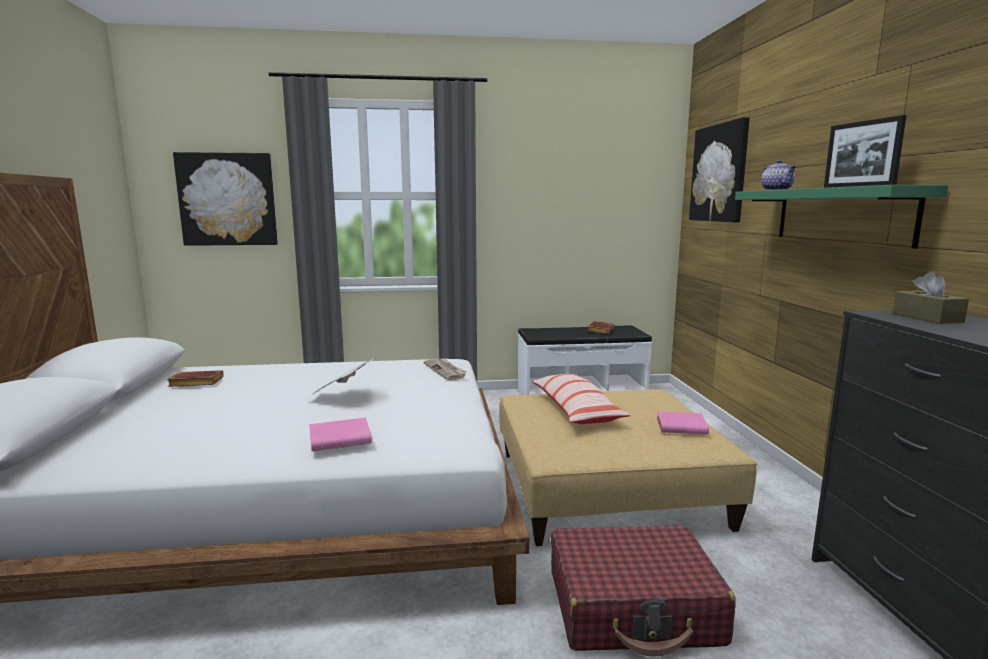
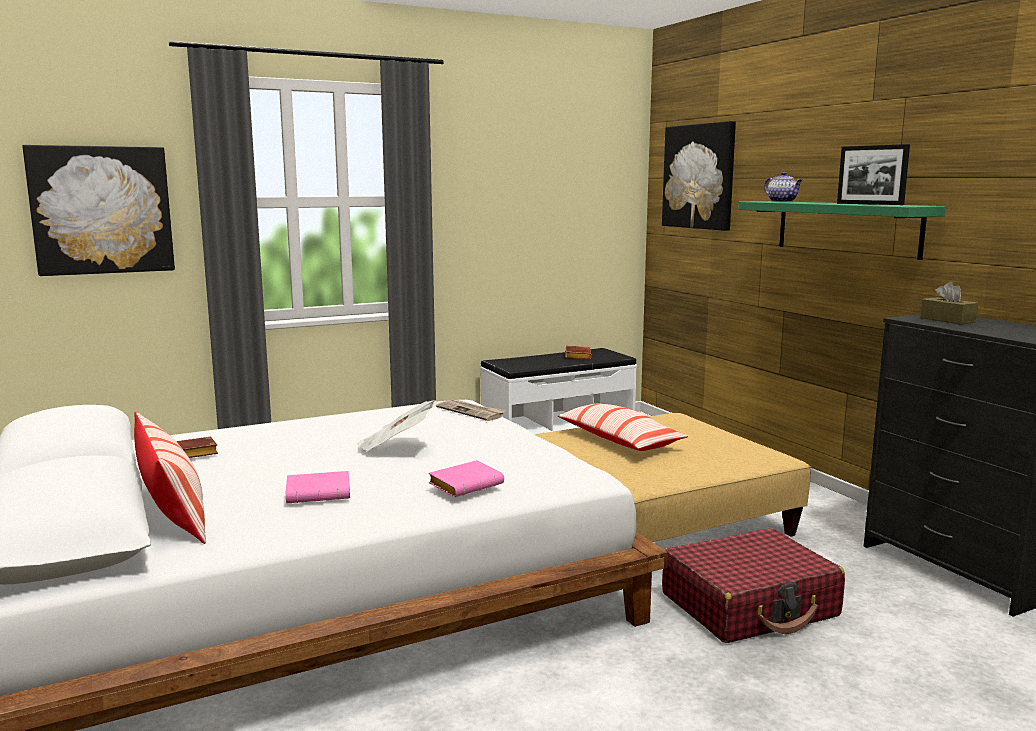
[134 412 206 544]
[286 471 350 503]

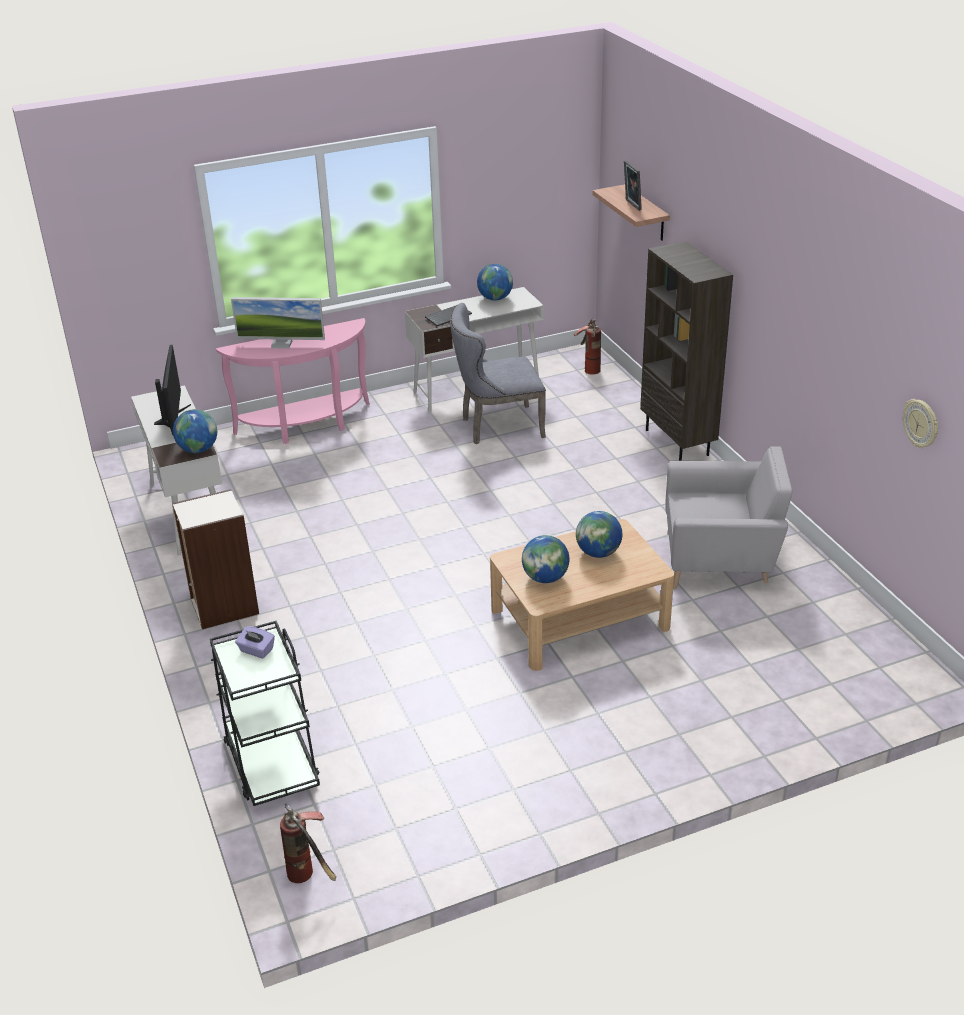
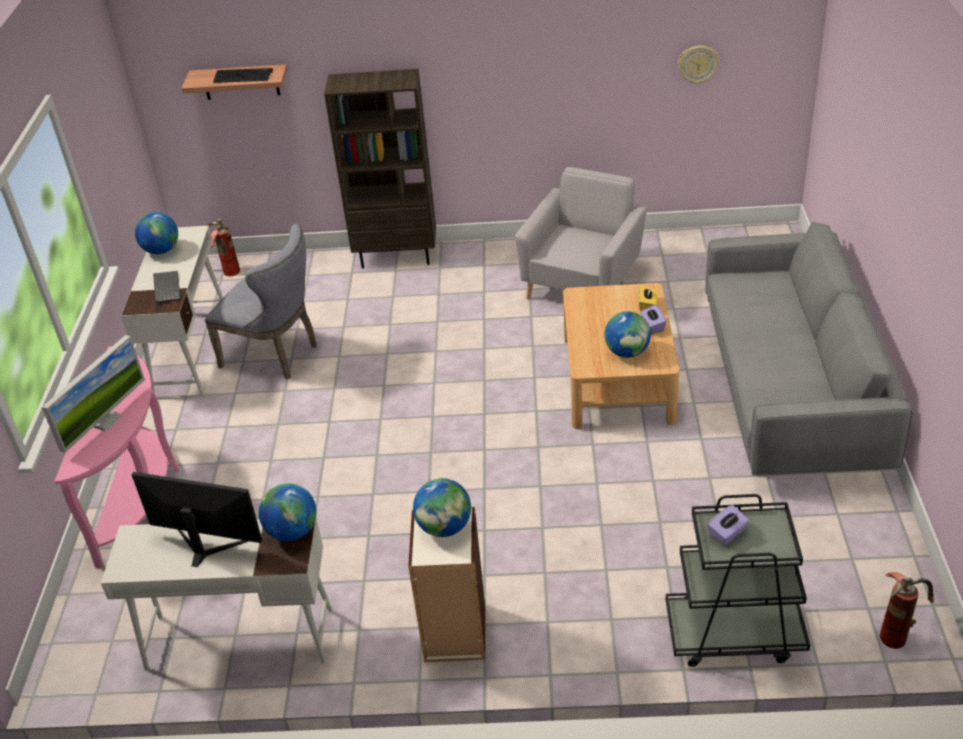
[638 286 657 311]
[640 305 666 334]
[706 222 913 476]
[413 478 471 537]
[213 68 273 83]
[205 224 317 379]

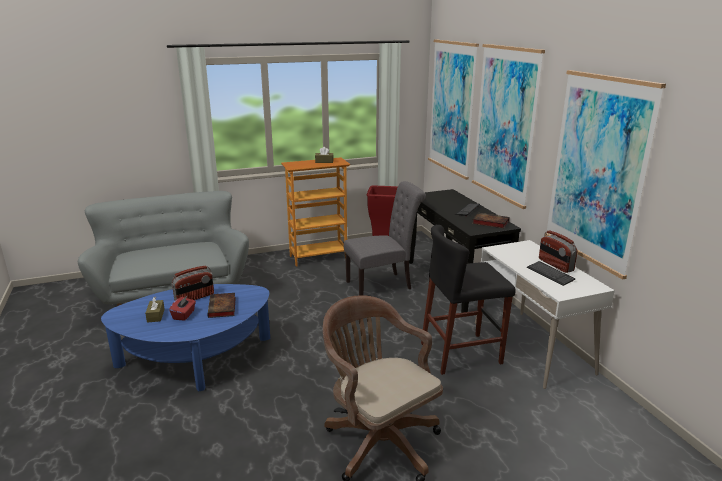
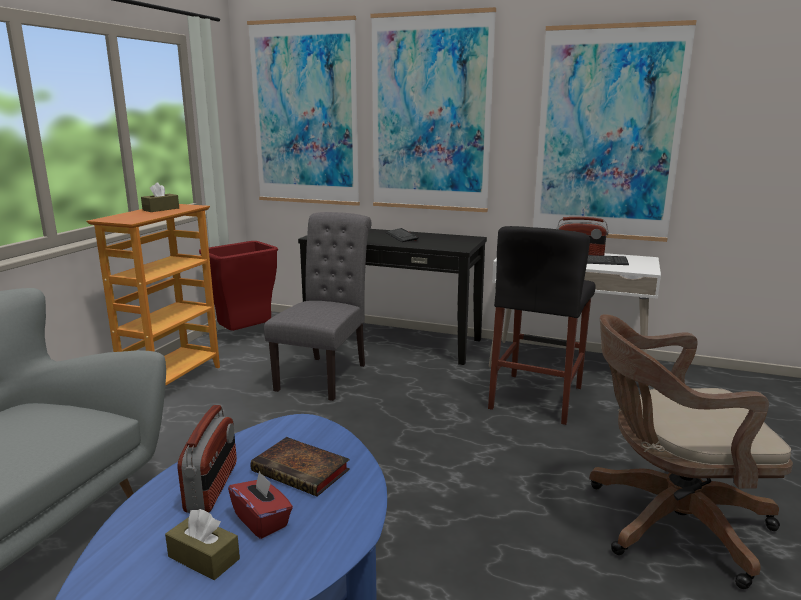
[472 213 509 228] (first image)

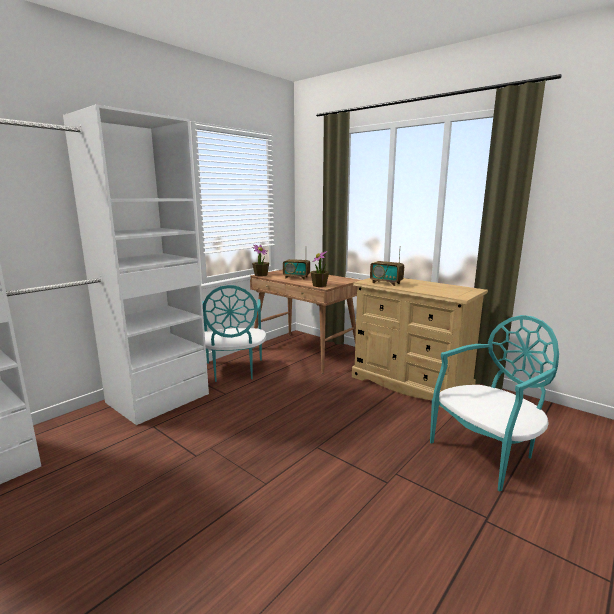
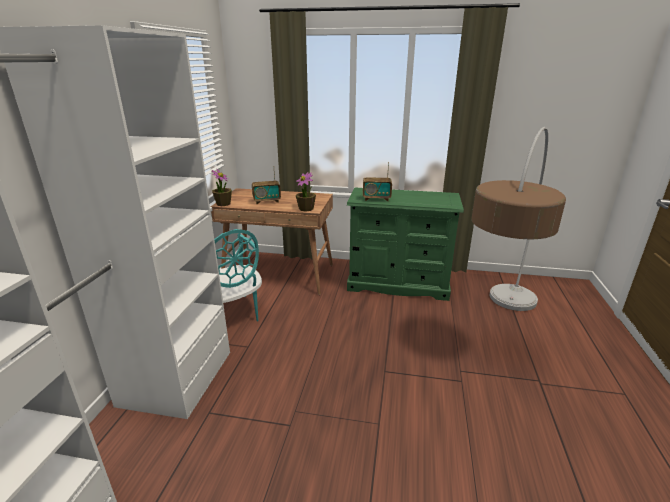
[471 127 566 311]
[347 188 464 301]

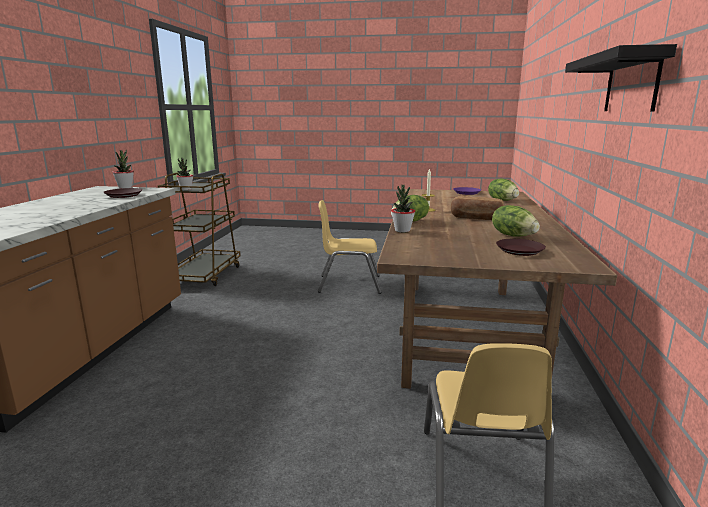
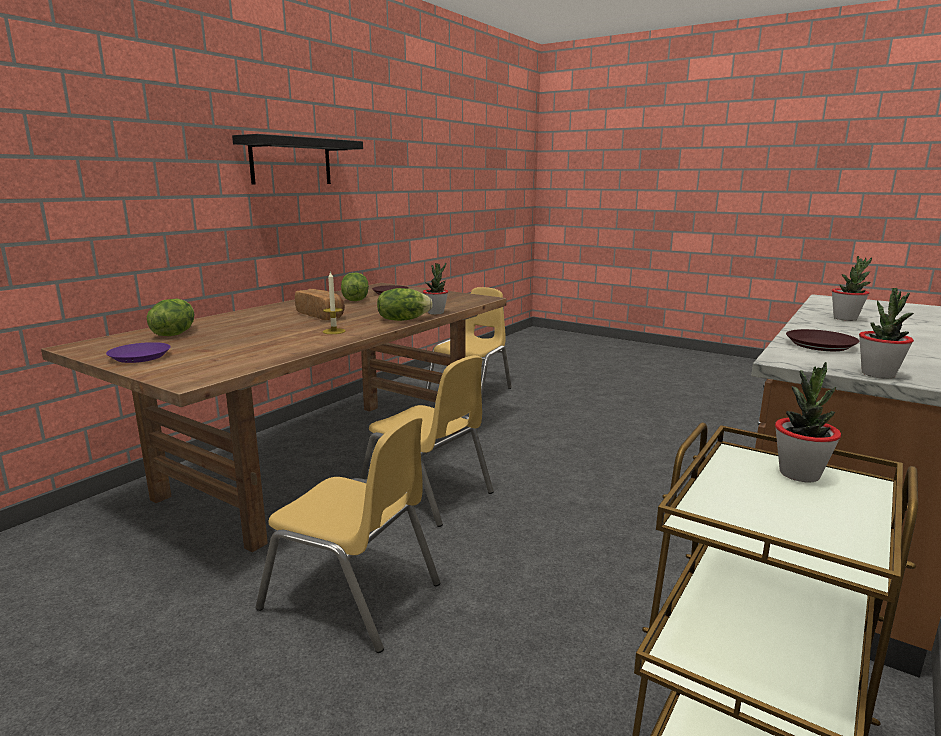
[360 355 494 527]
[831 256 872 321]

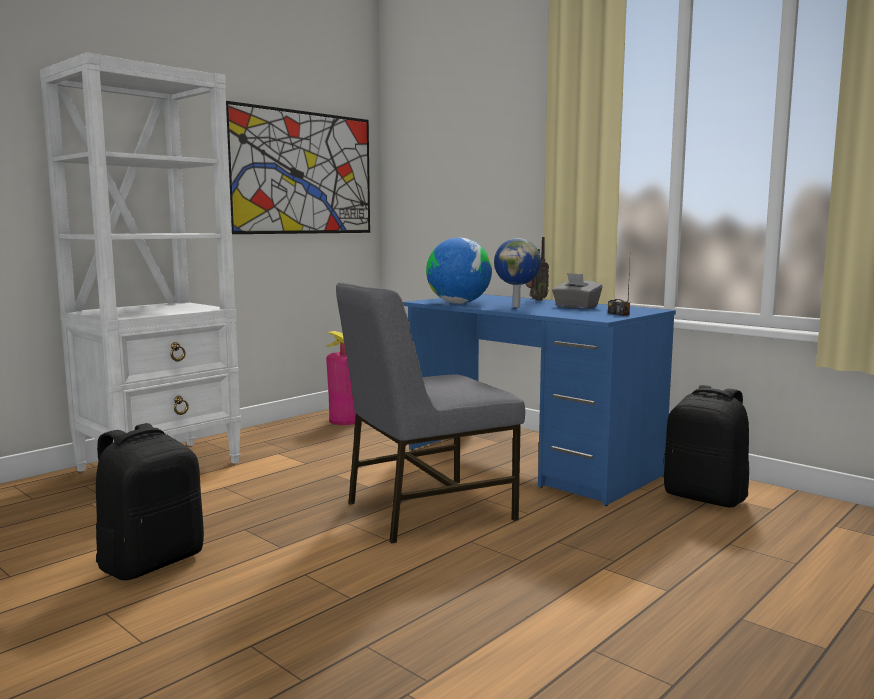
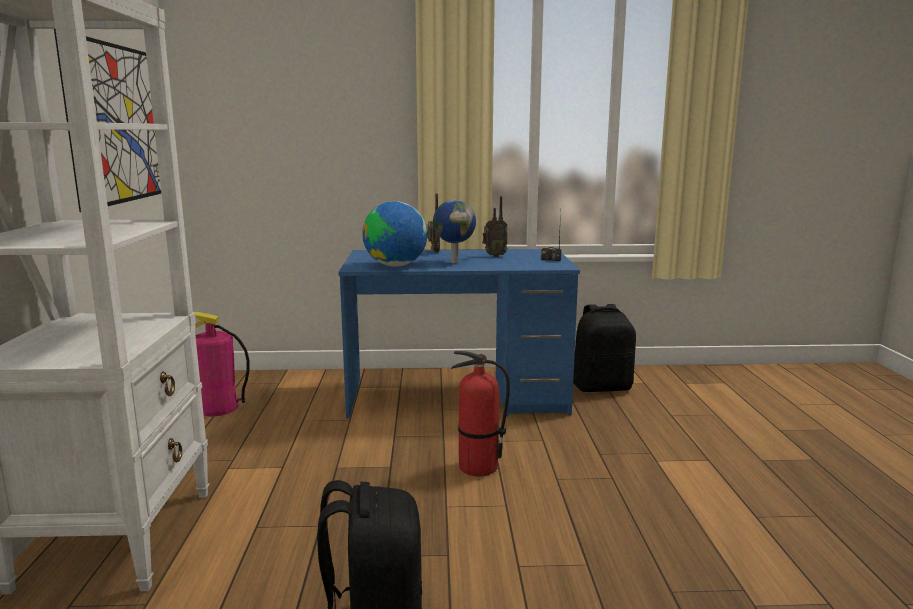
[451 351 510 476]
[483 196 508 257]

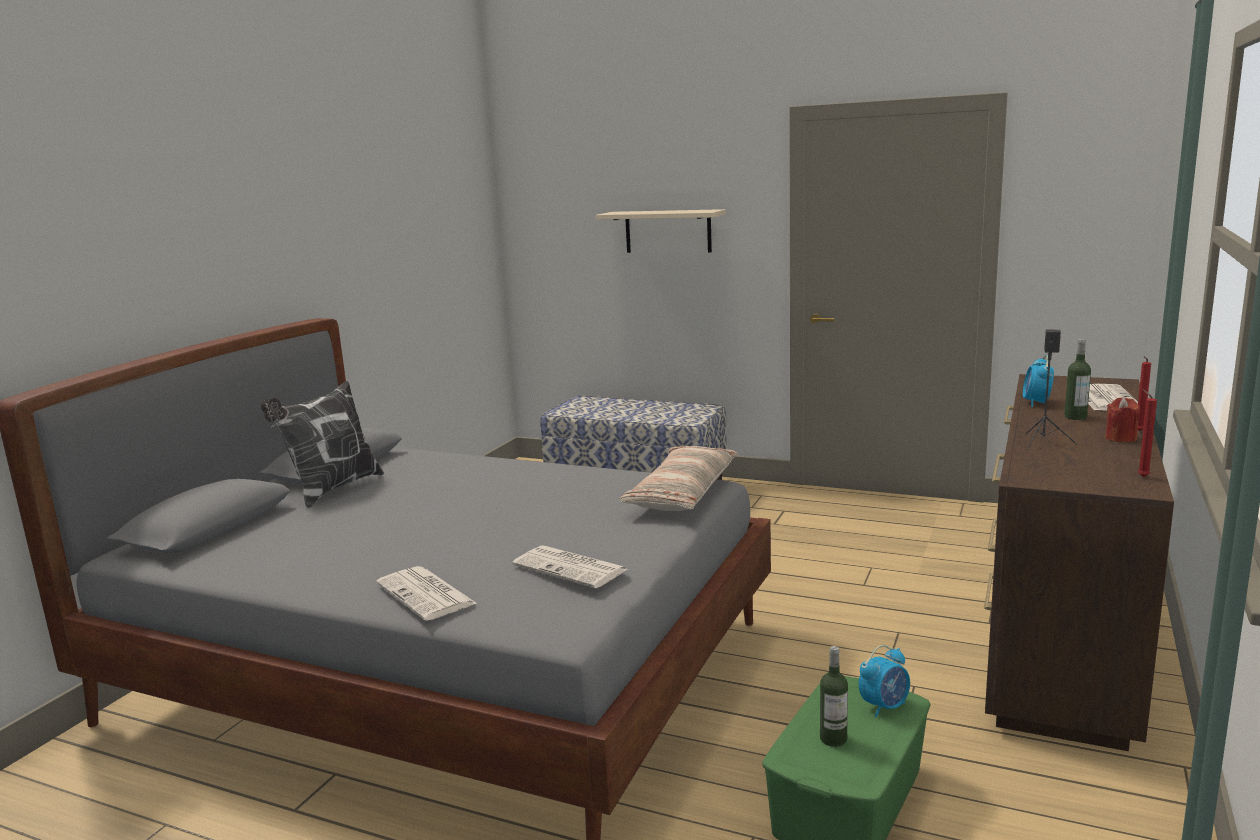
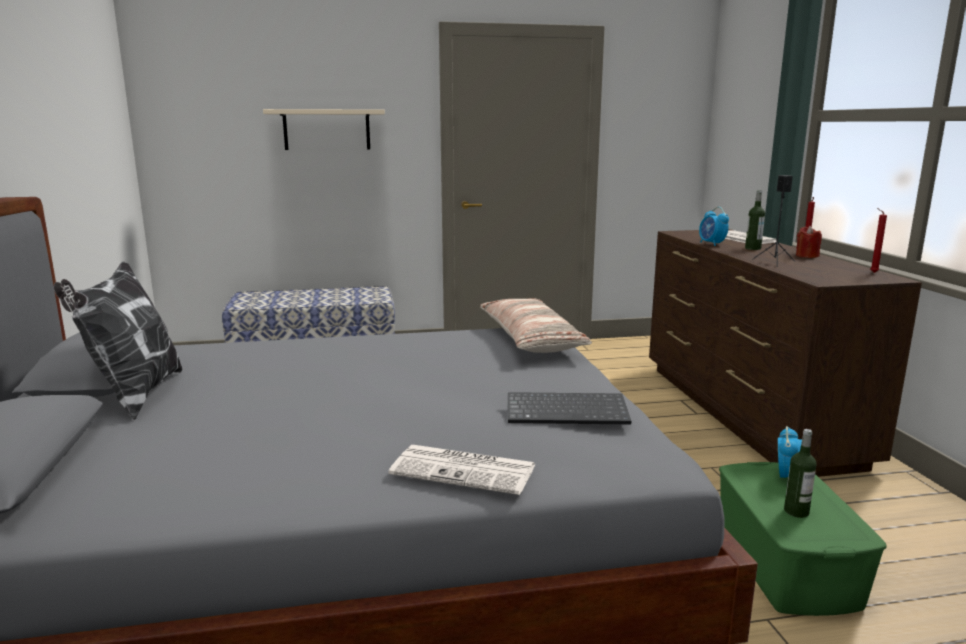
[508 392 631 424]

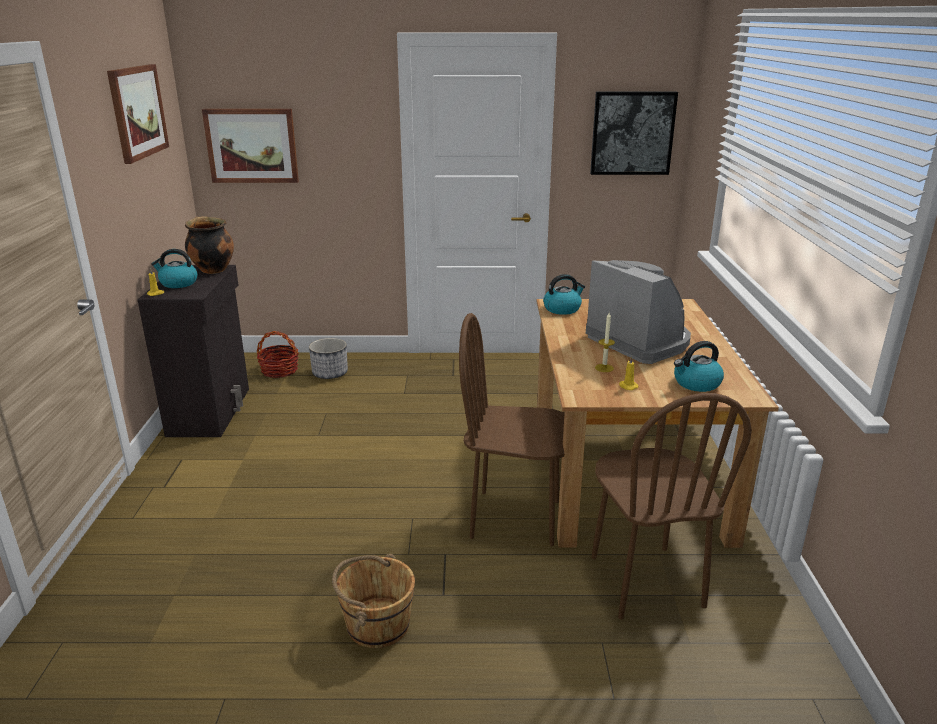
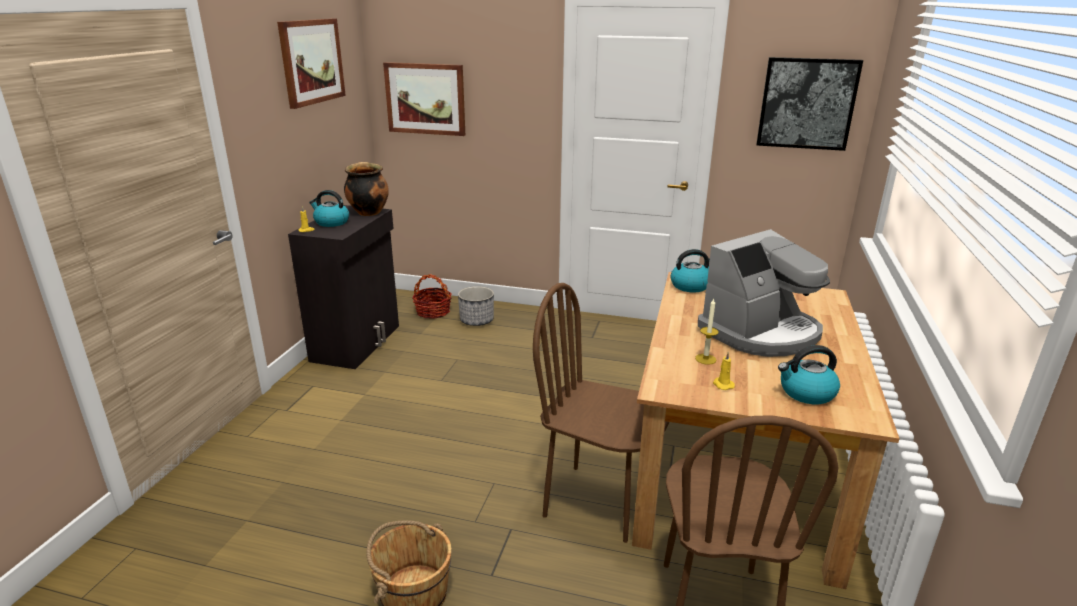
[698 229 830 357]

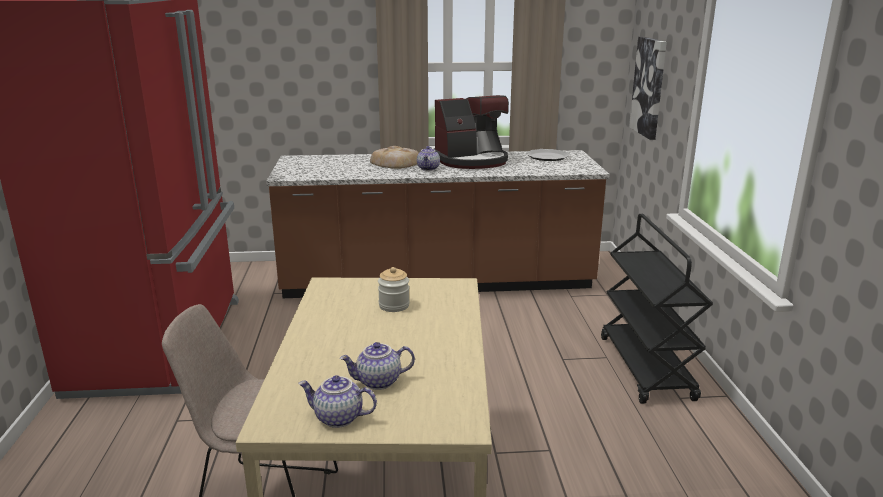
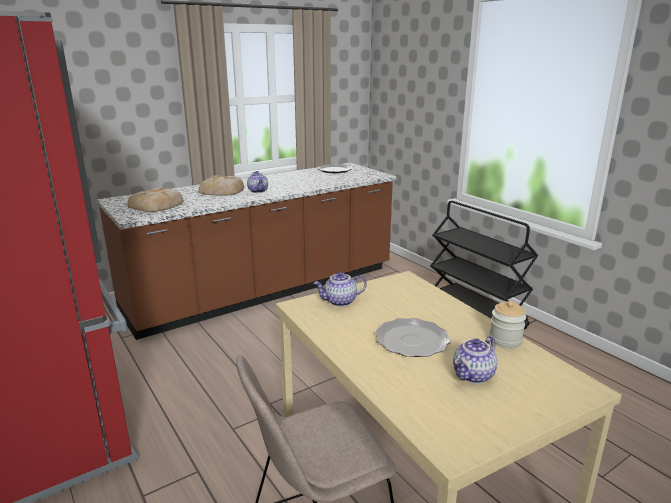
[434 95 509 169] (first image)
[629 37 667 140] (first image)
[127 188 184 212]
[375 318 451 357]
[314 272 367 307]
[489 301 526 348]

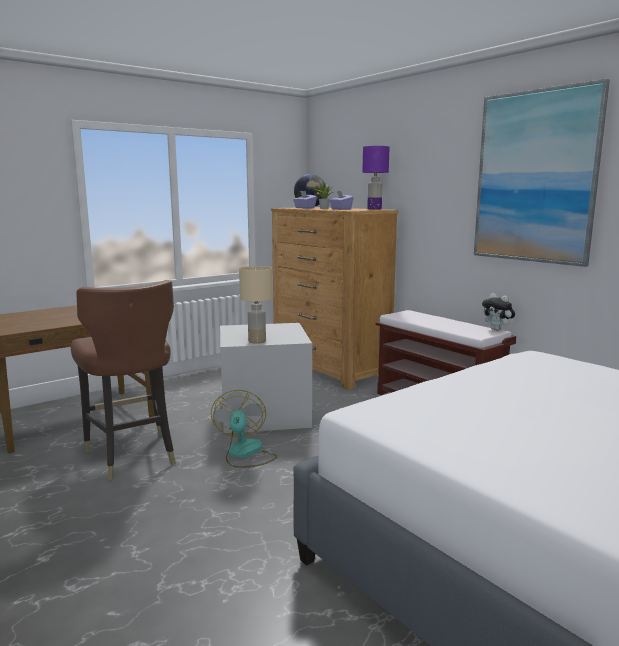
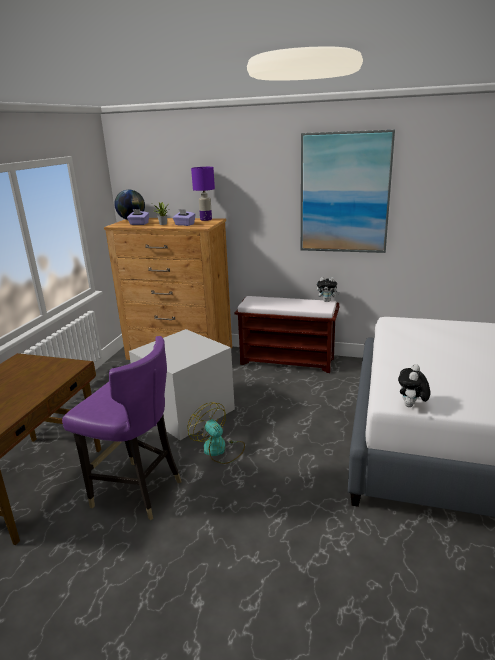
[239 266 272 344] (first image)
[398 364 430 407]
[62 336 181 520]

